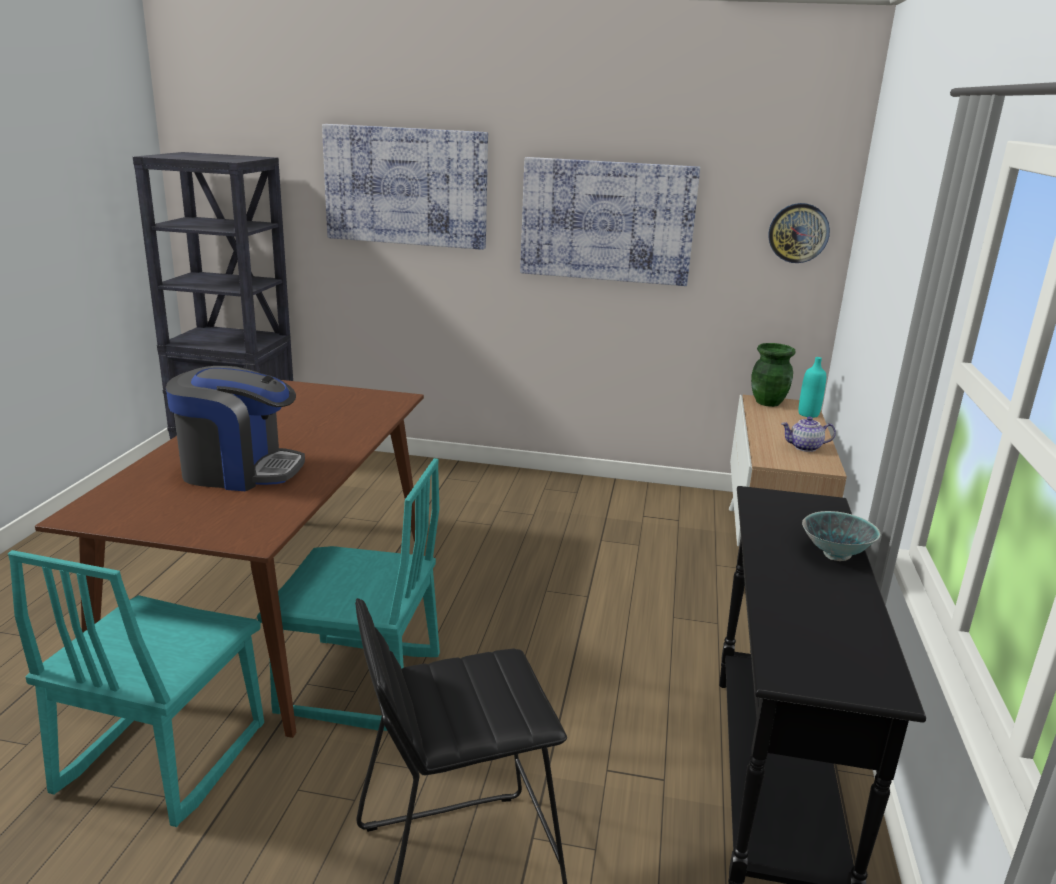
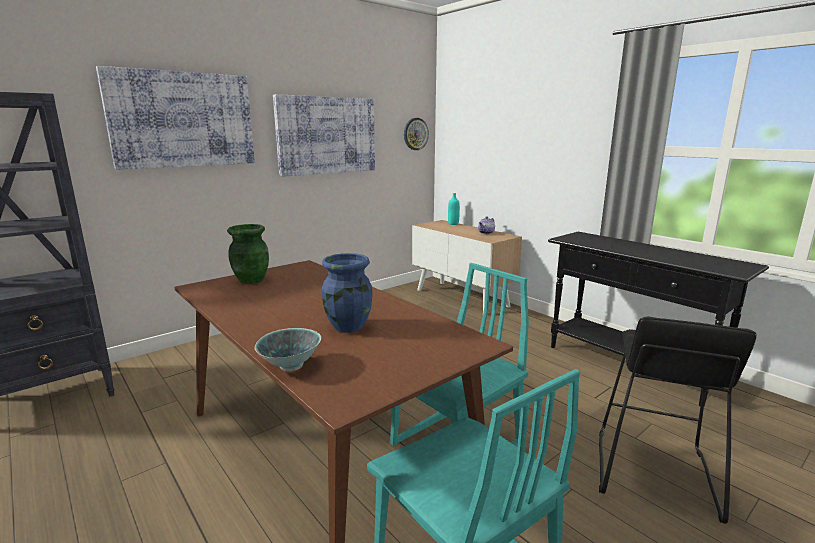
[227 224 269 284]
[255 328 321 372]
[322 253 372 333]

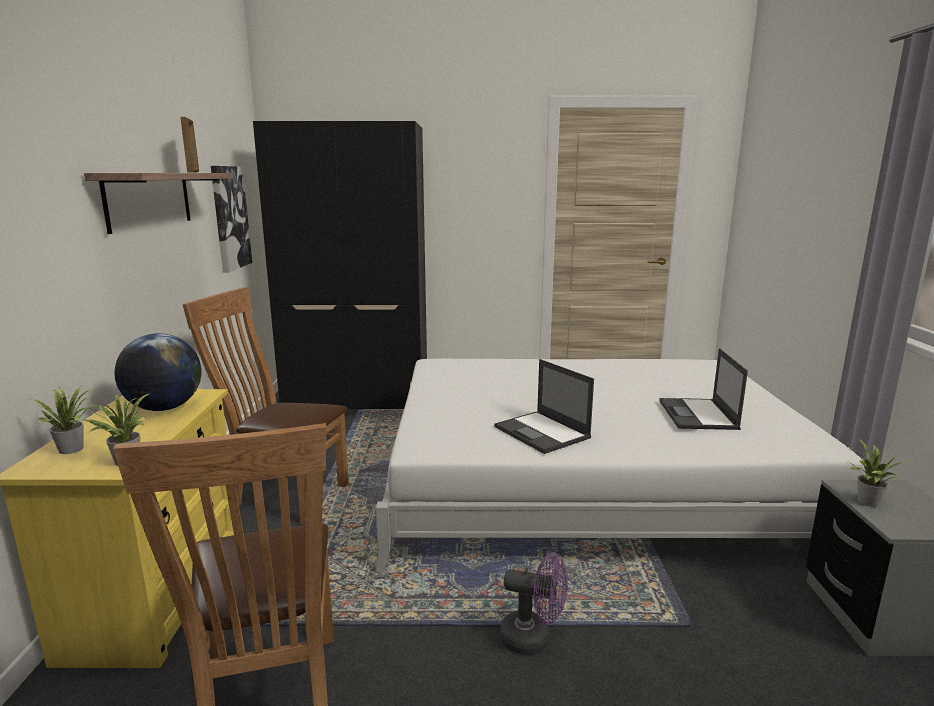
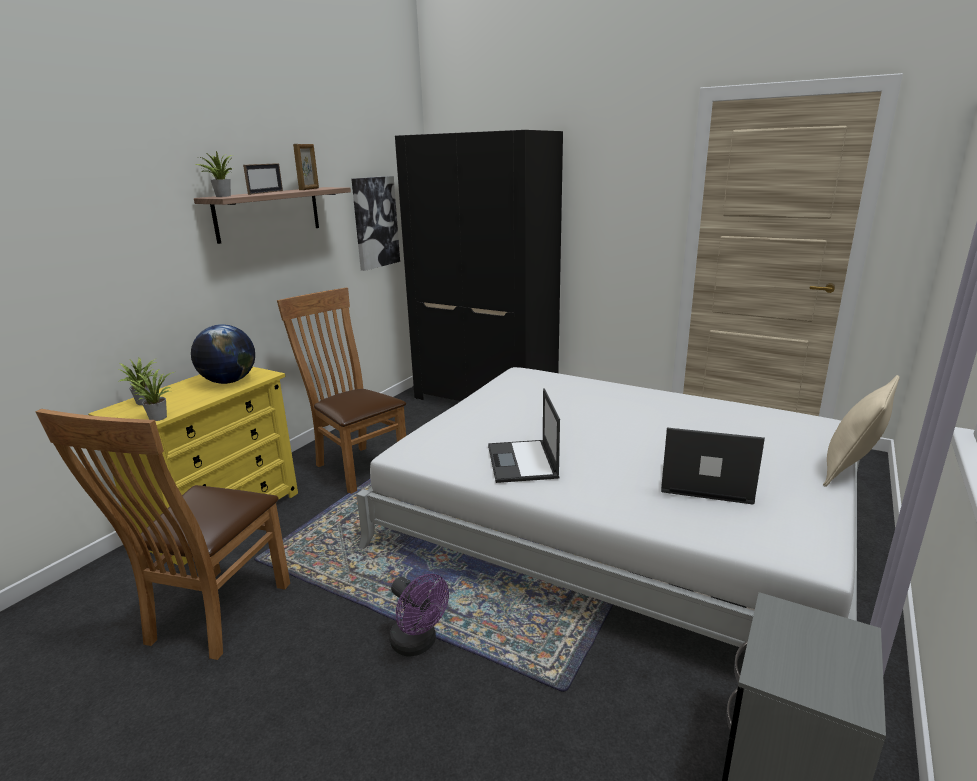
[243 163 283 195]
[823 375 900 487]
[196 151 233 197]
[661 428 765 505]

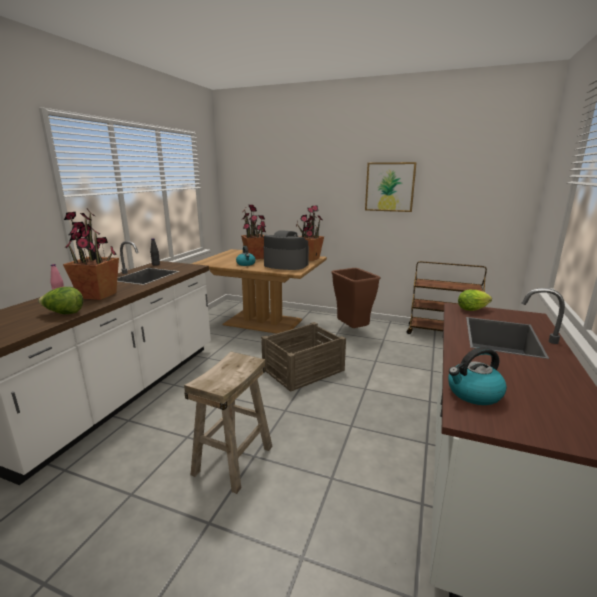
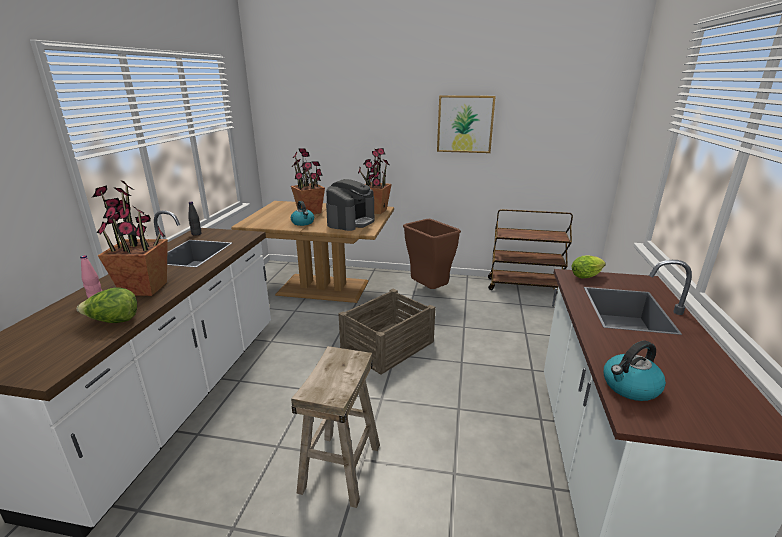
[326 179 375 231]

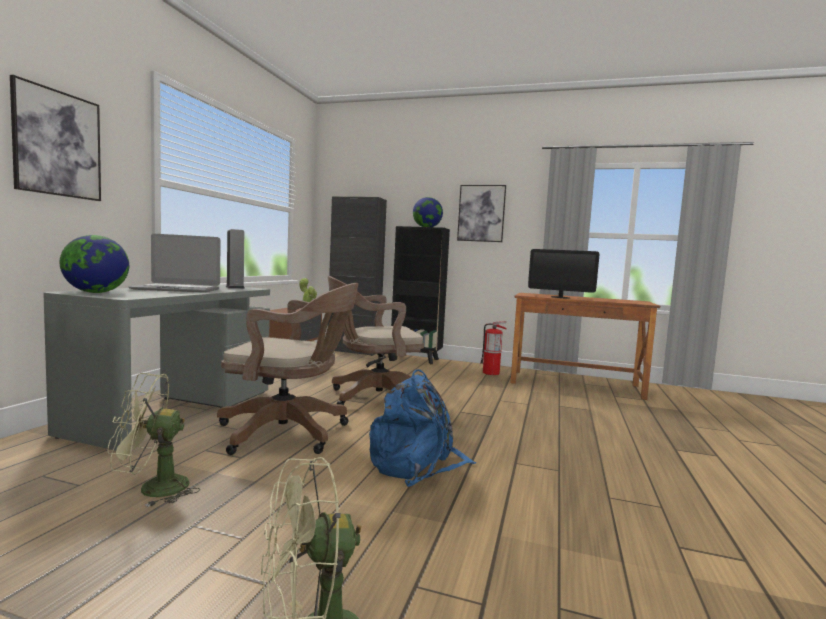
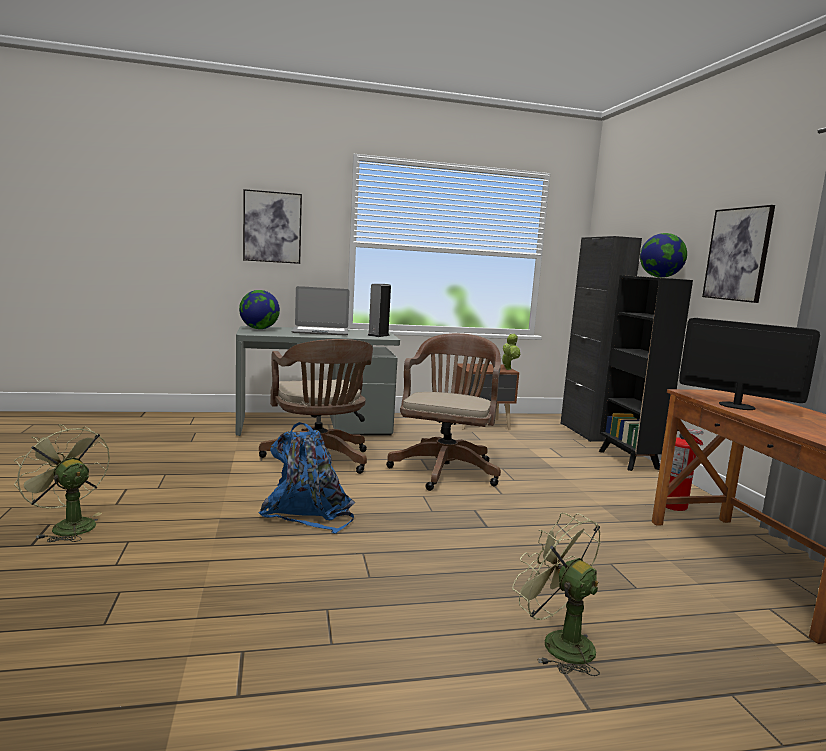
[512 513 601 676]
[292 286 350 336]
[386 333 501 491]
[679 318 820 410]

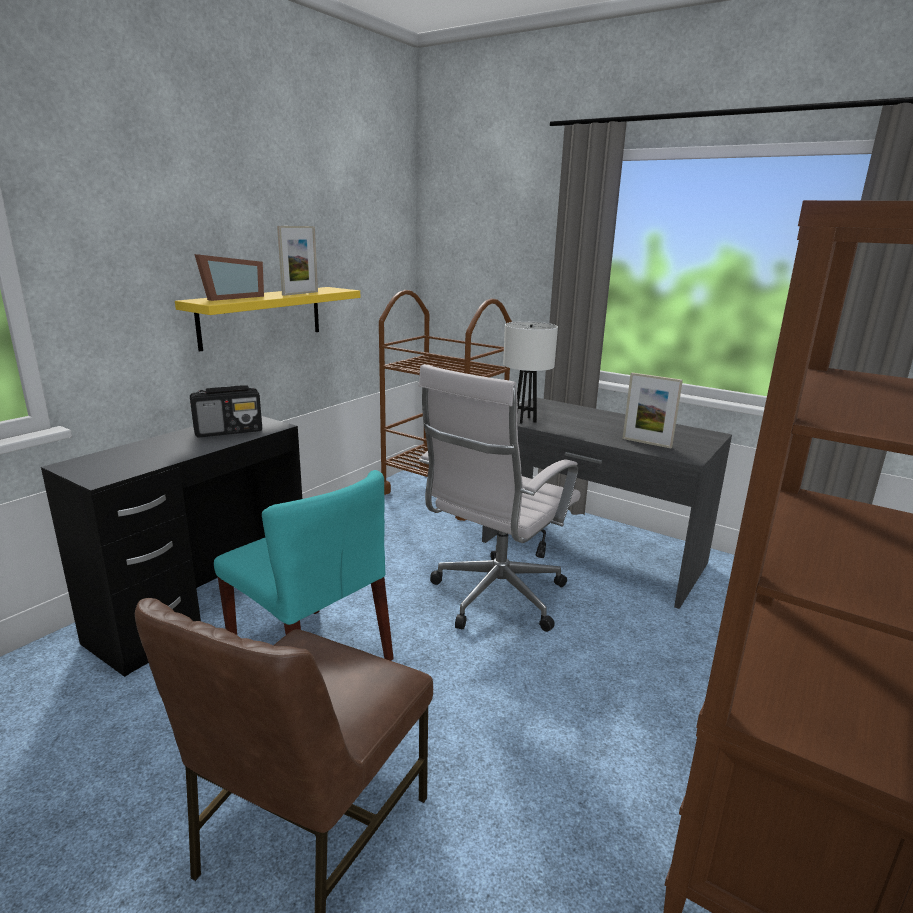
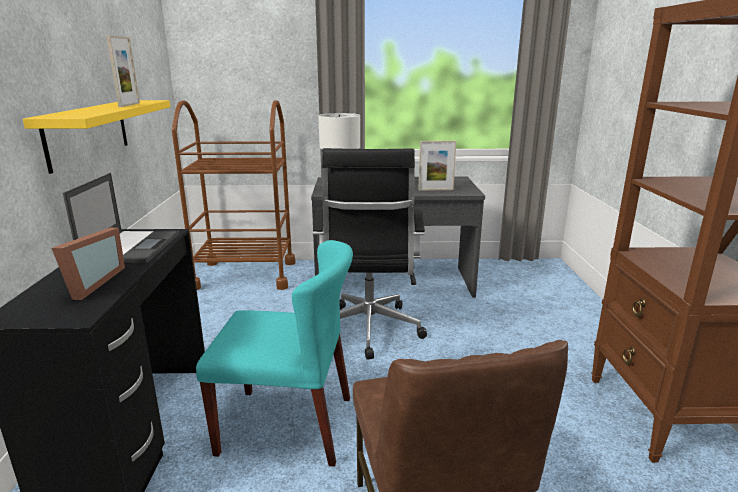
[51 228 125 300]
[63 173 179 263]
[313 148 427 360]

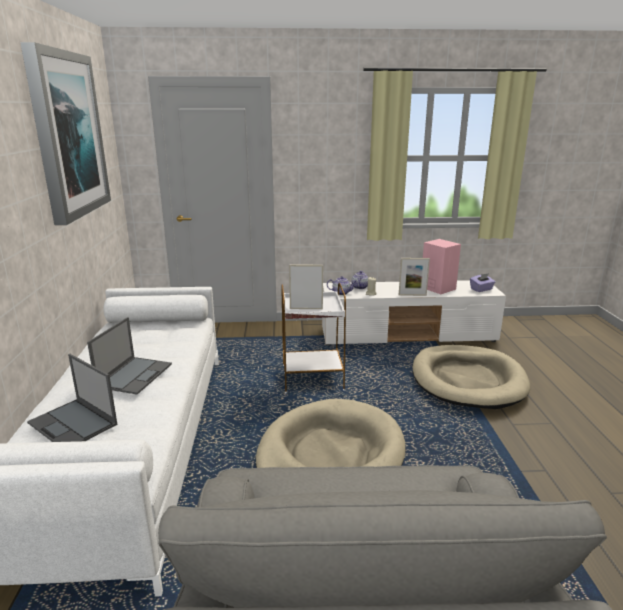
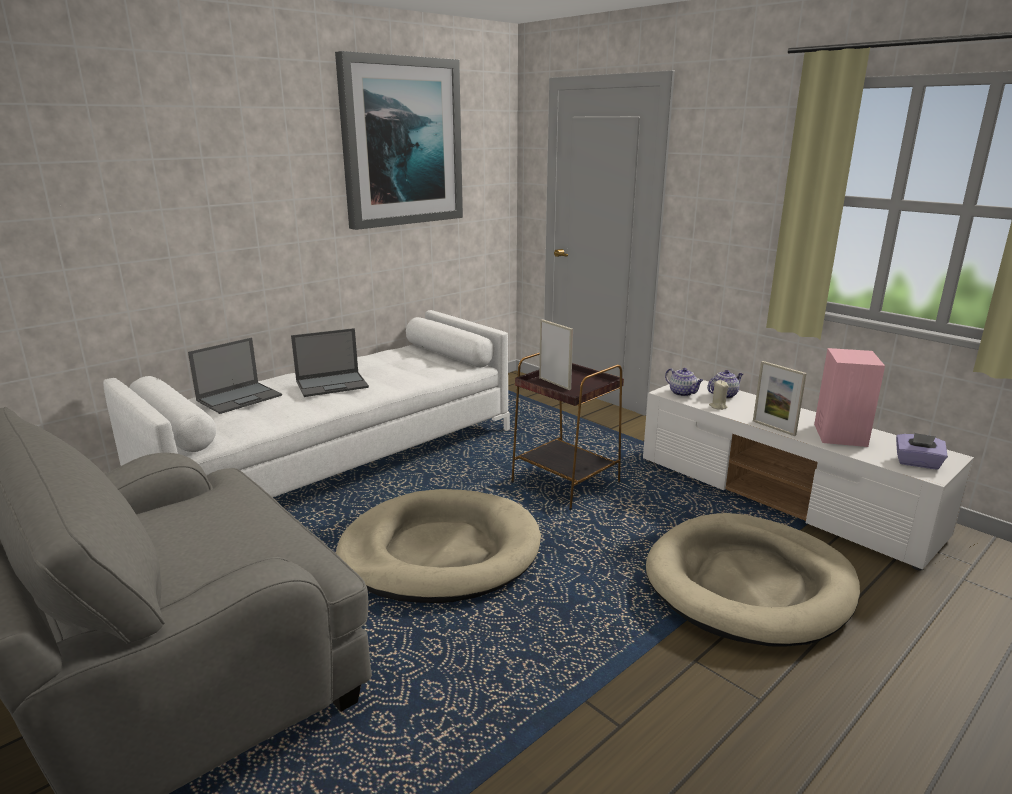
[511 352 624 510]
[188 338 282 414]

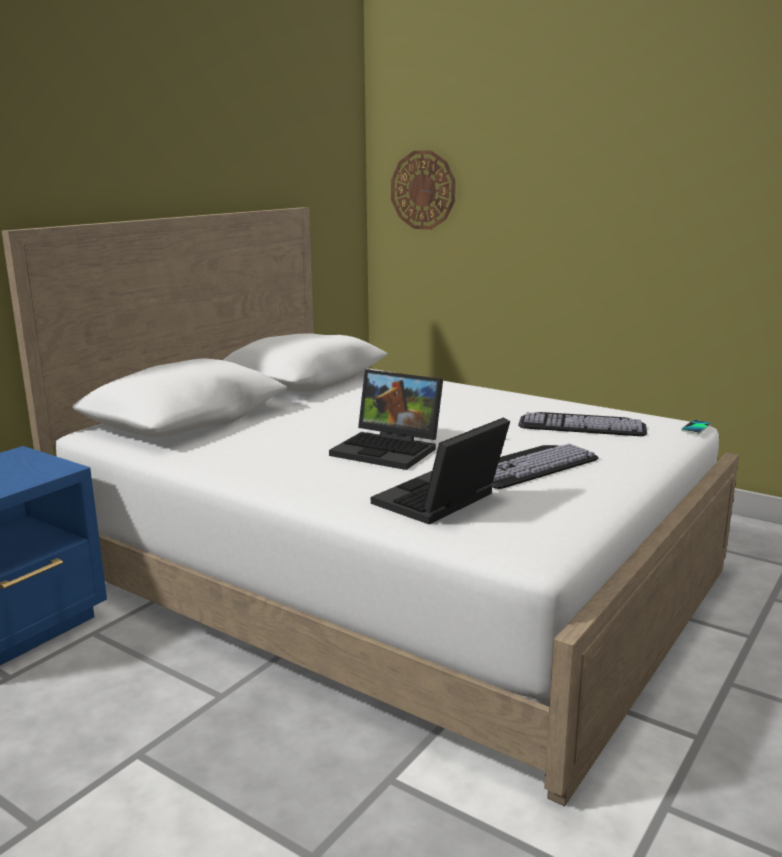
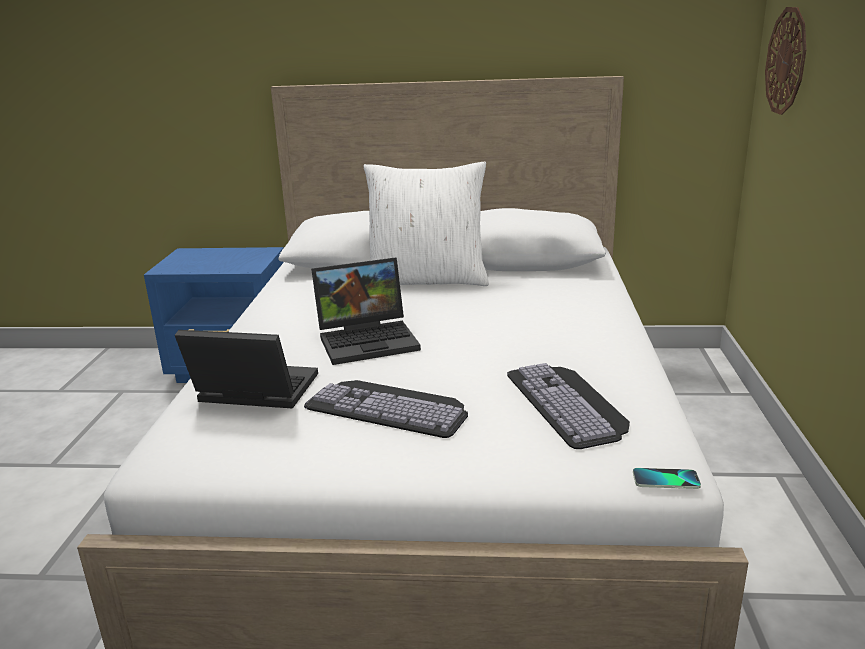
[363 162 489 286]
[311 258 421 365]

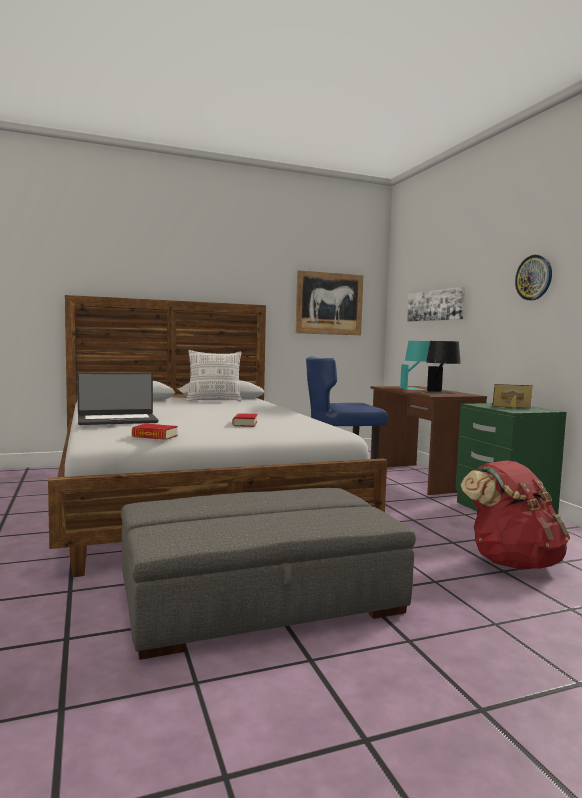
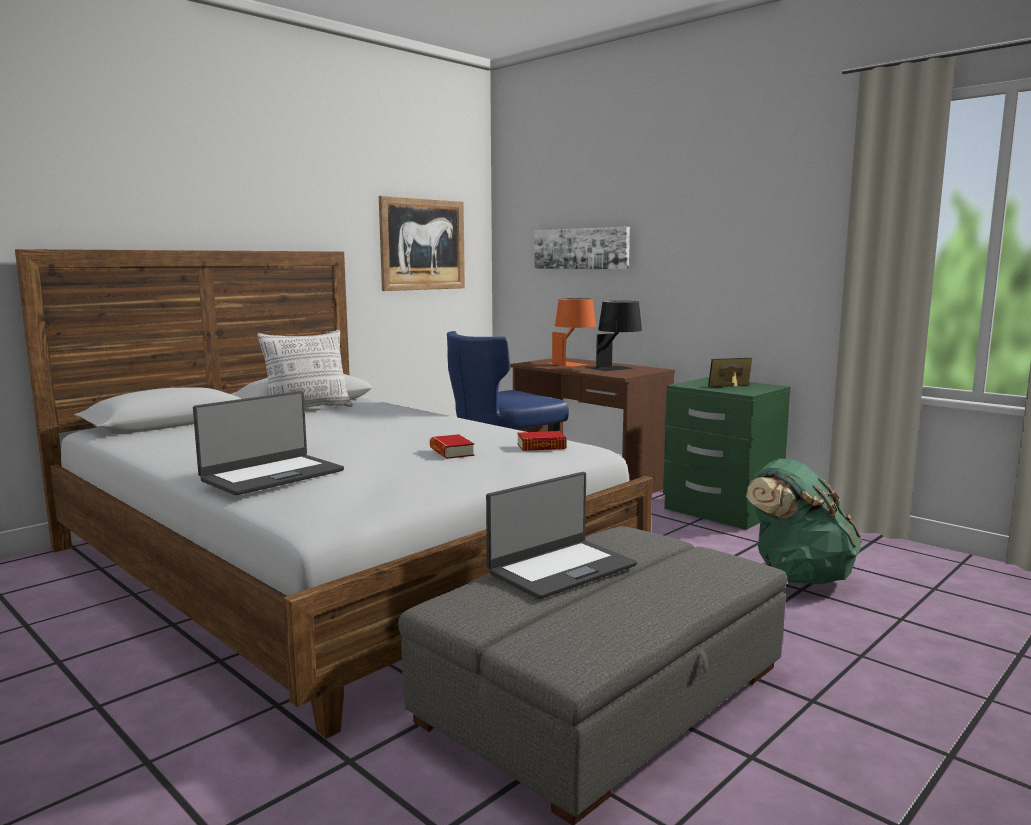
[515 255 552 300] (first image)
[486 472 637 599]
[517 431 566 451]
[548 298 596 367]
[746 458 862 584]

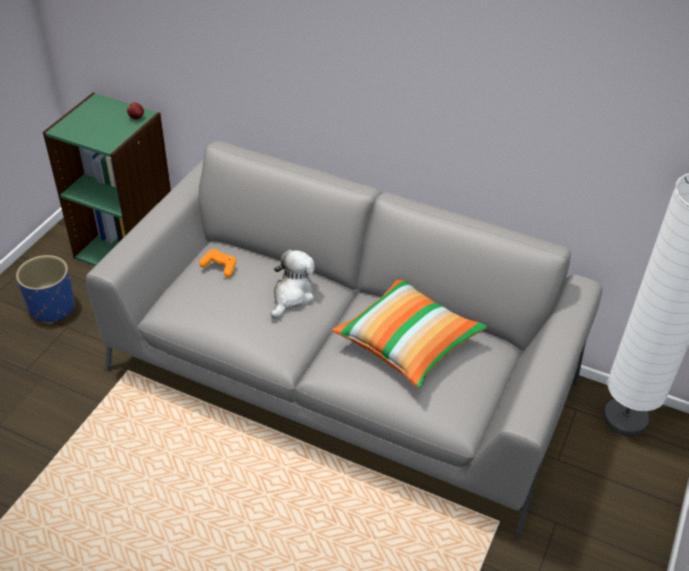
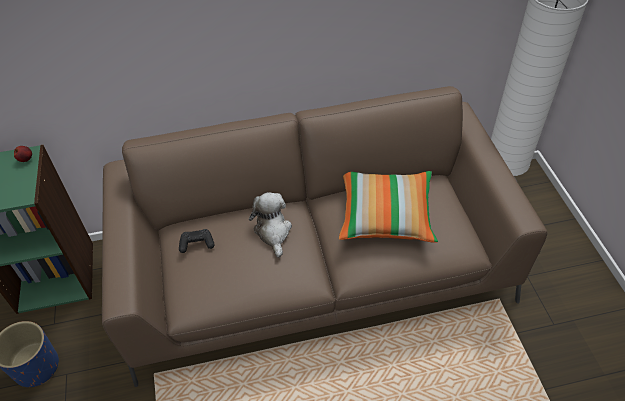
[102 86 547 387]
[179 229 215 253]

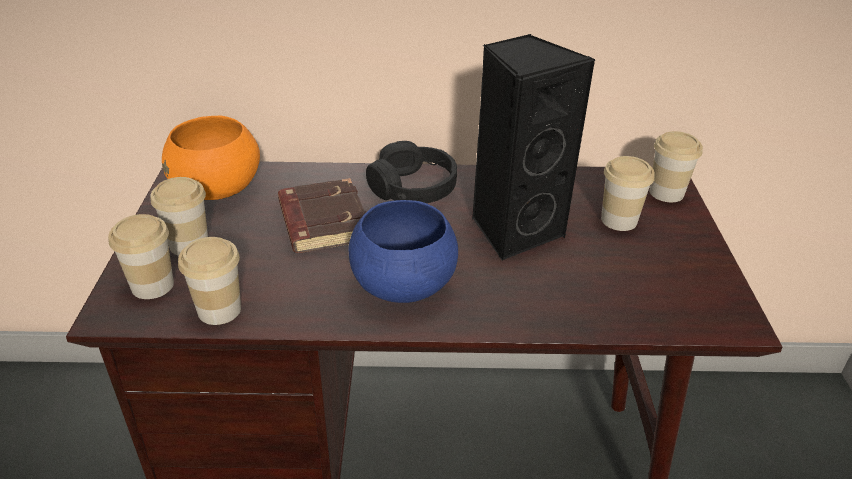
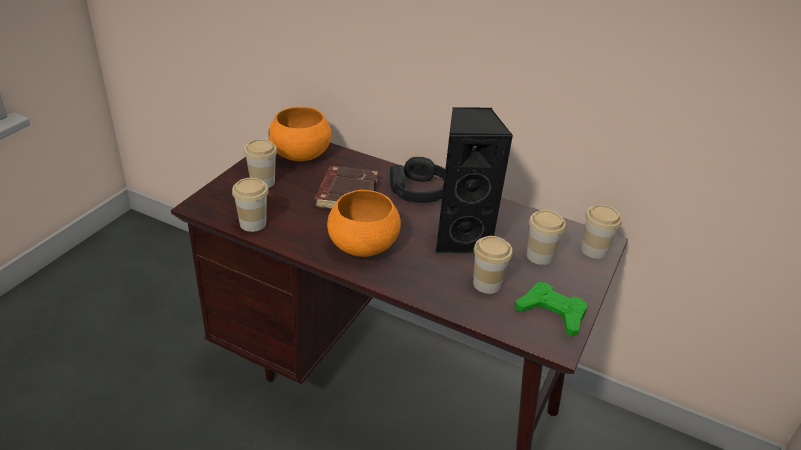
[515 282 587 336]
[473 236 512 294]
[327 190 401 257]

